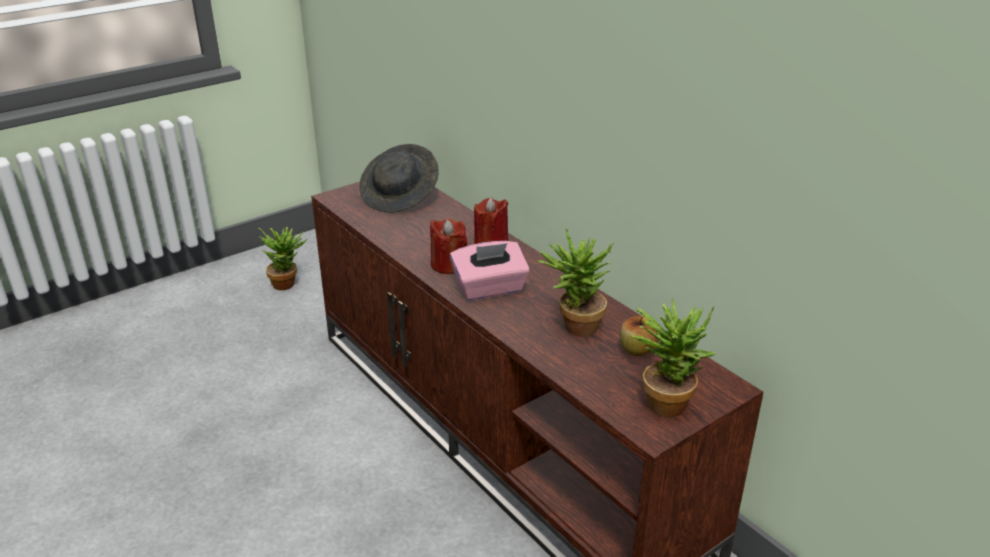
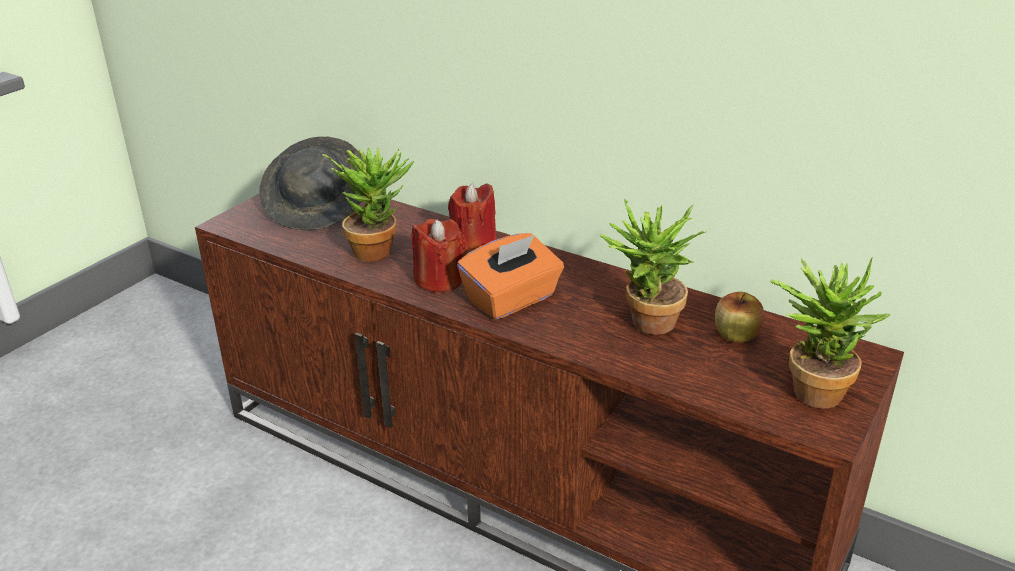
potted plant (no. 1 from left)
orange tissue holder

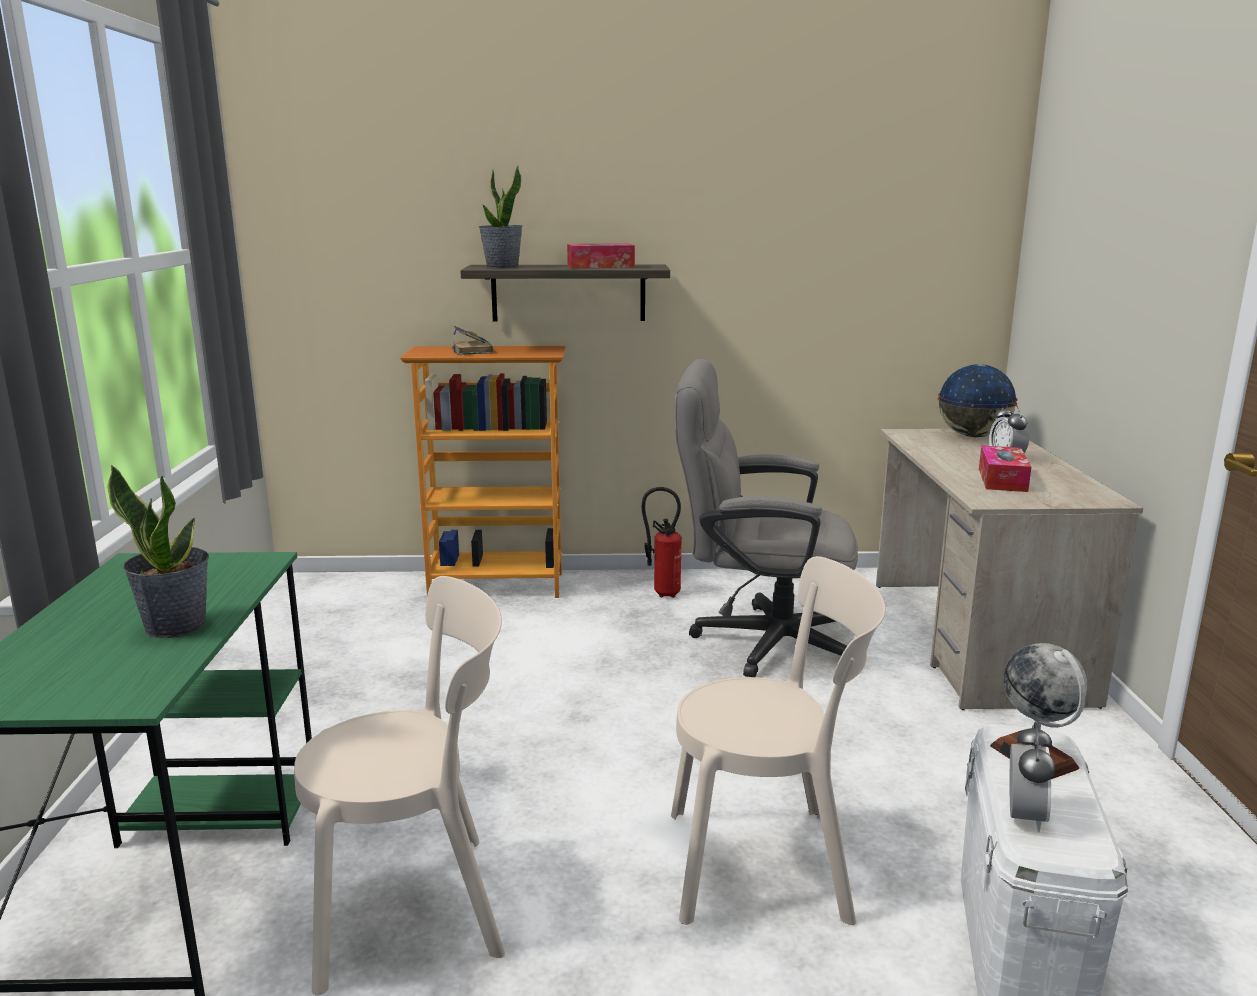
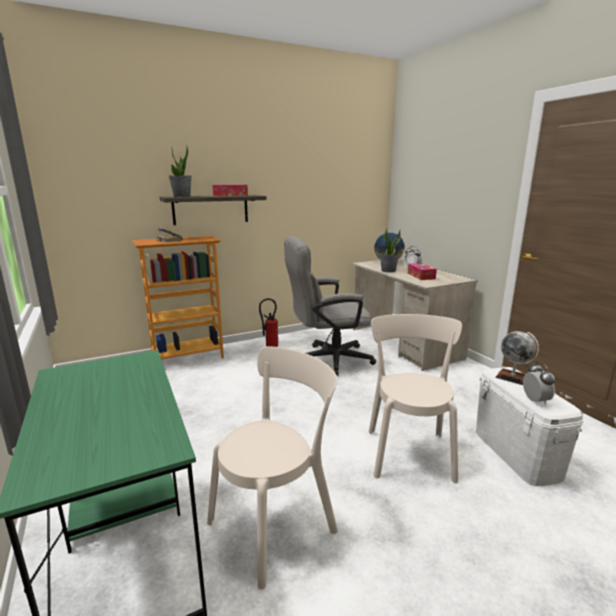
potted plant (no. 2 from left)
beige plain chair (no. 2 from left)

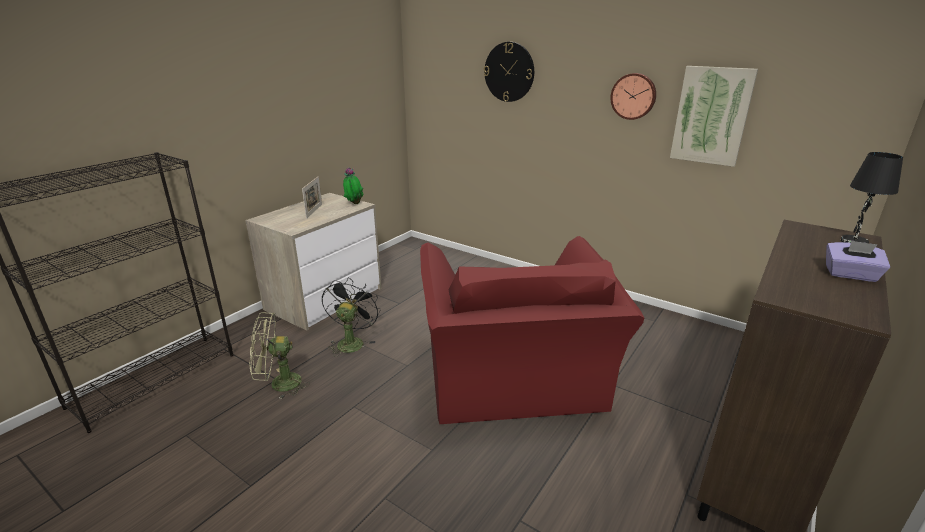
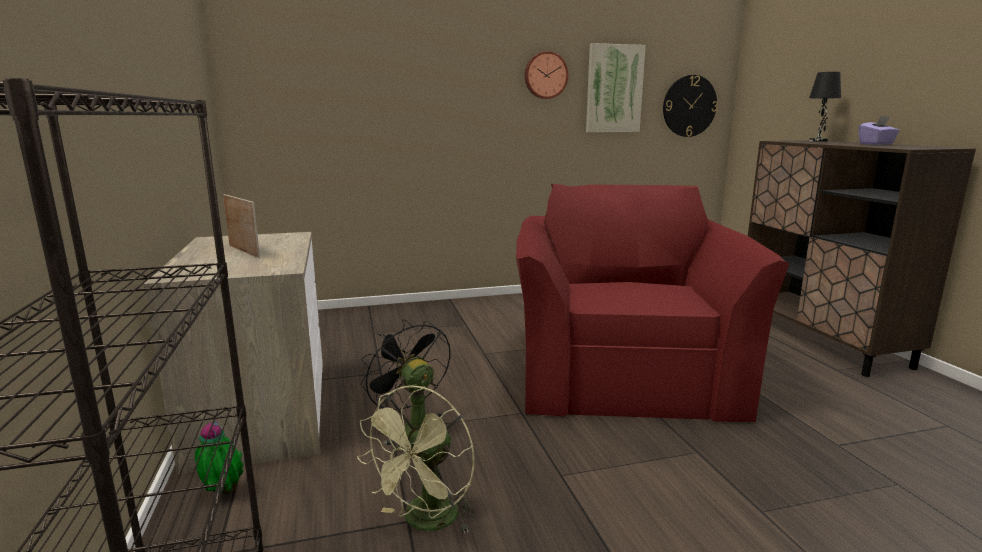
hanging clock (no. 2 from left)
potted plant
red-coloured lounge chair

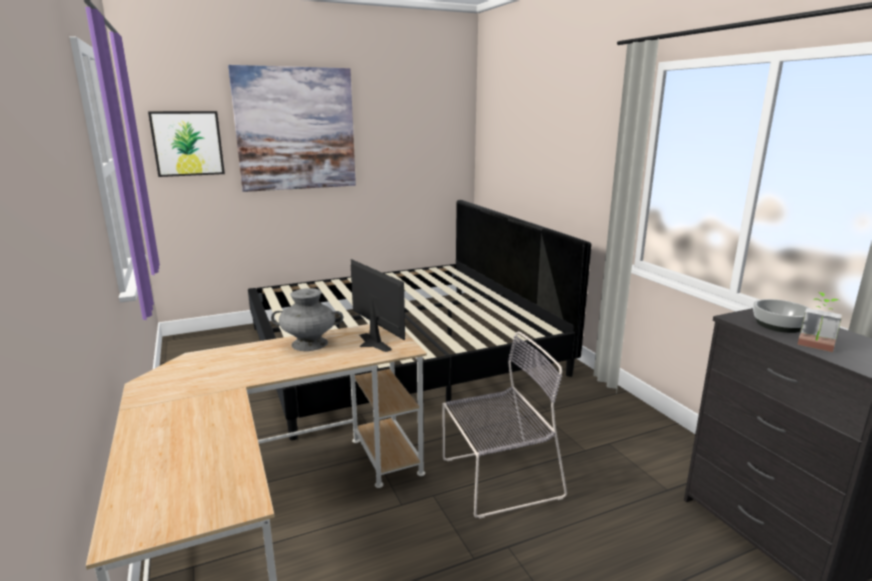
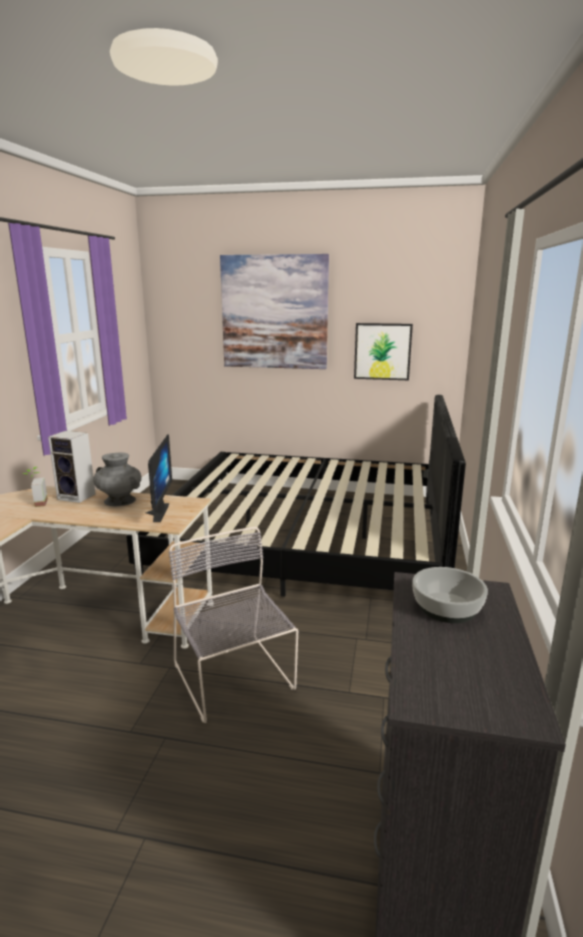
wall picture (no. 2 from left)
potted plant
greyish plain chair
loudspeaker

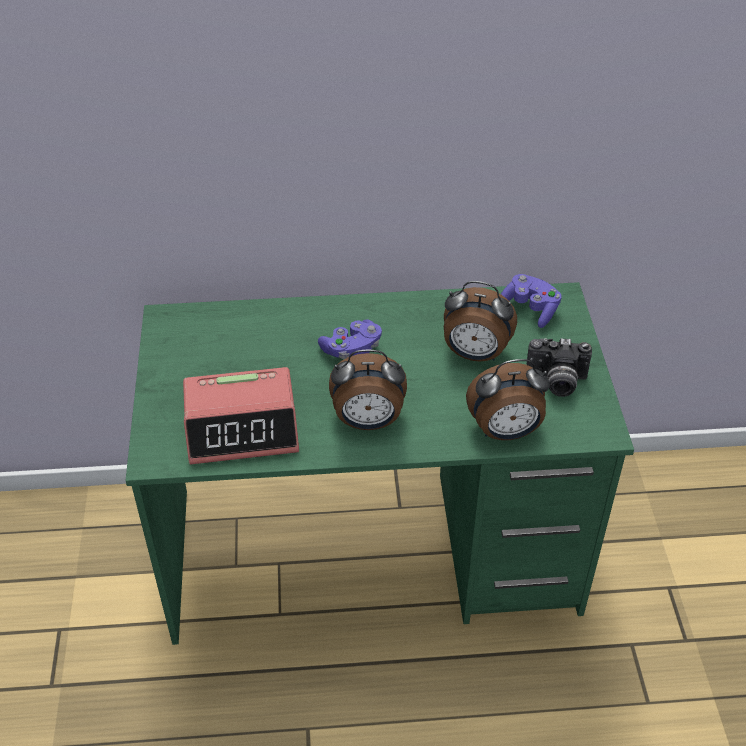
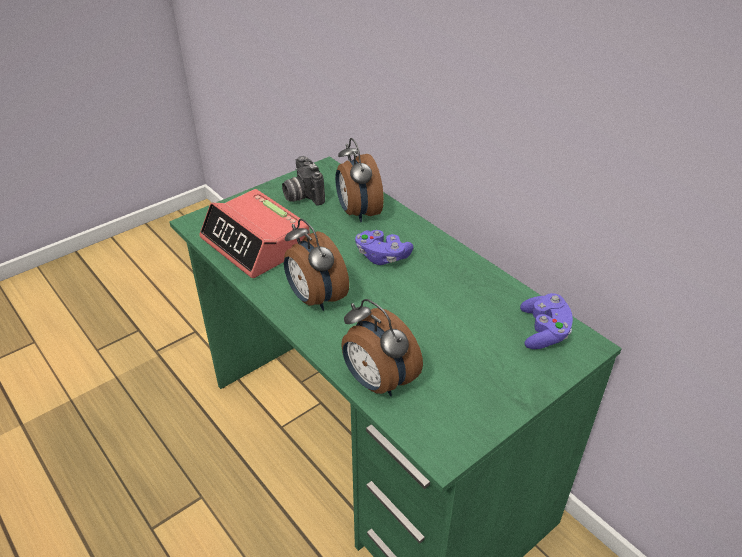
alarm clock (no. 3 from left)
still camera

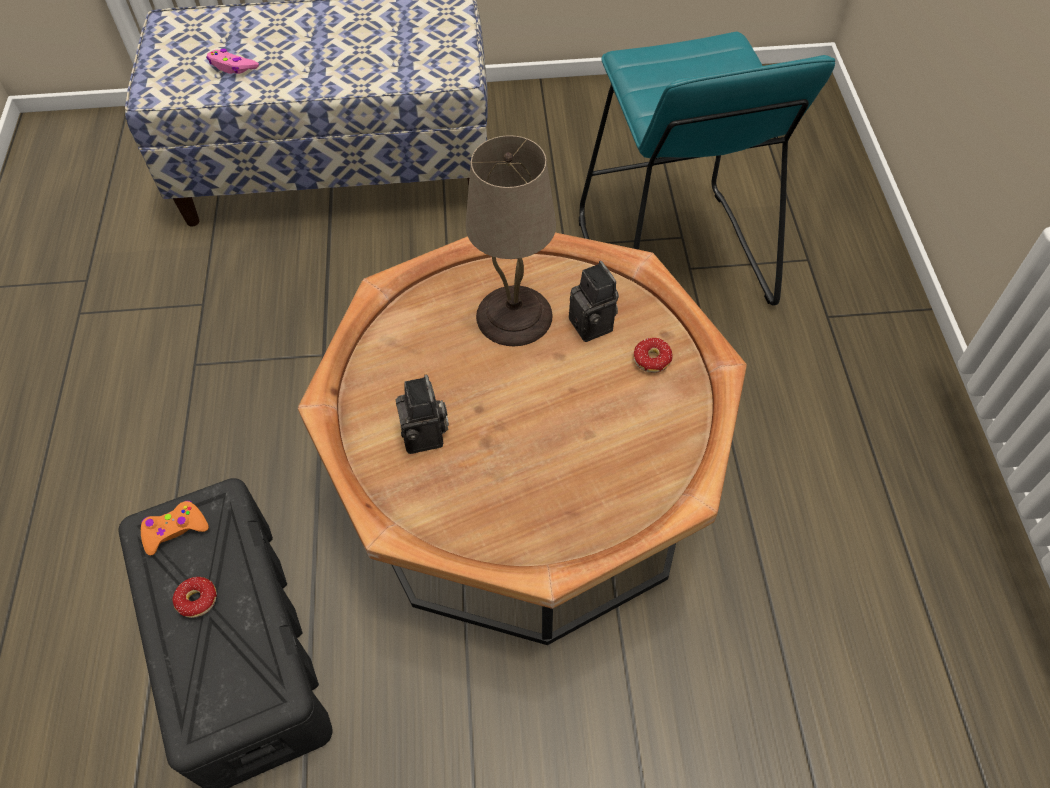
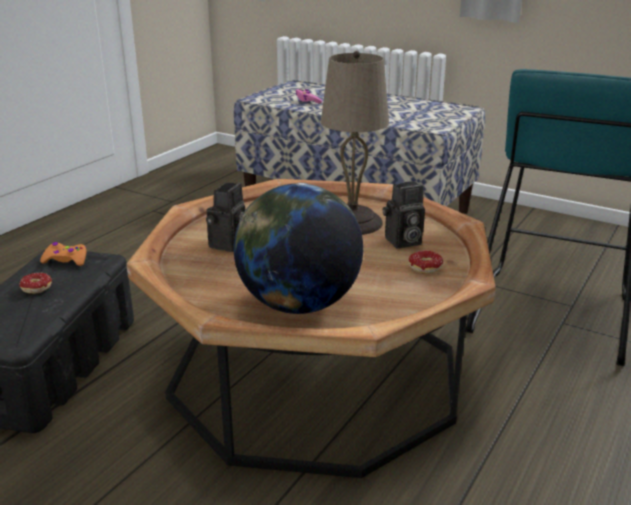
still camera (no. 2 from left)
desk globe

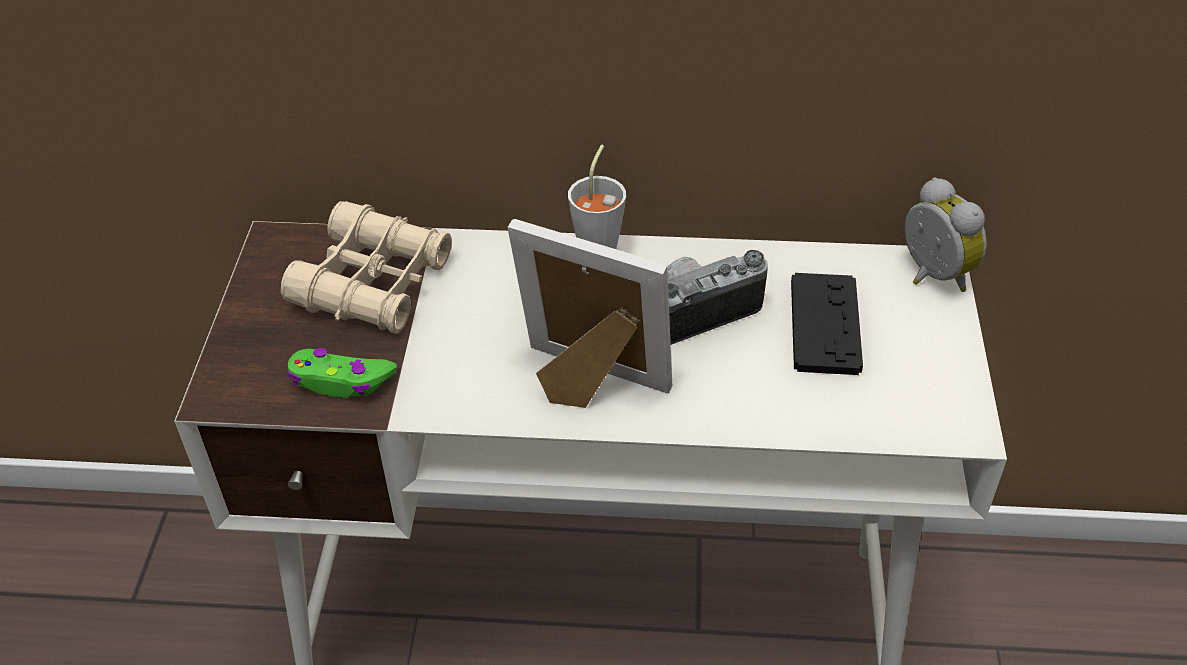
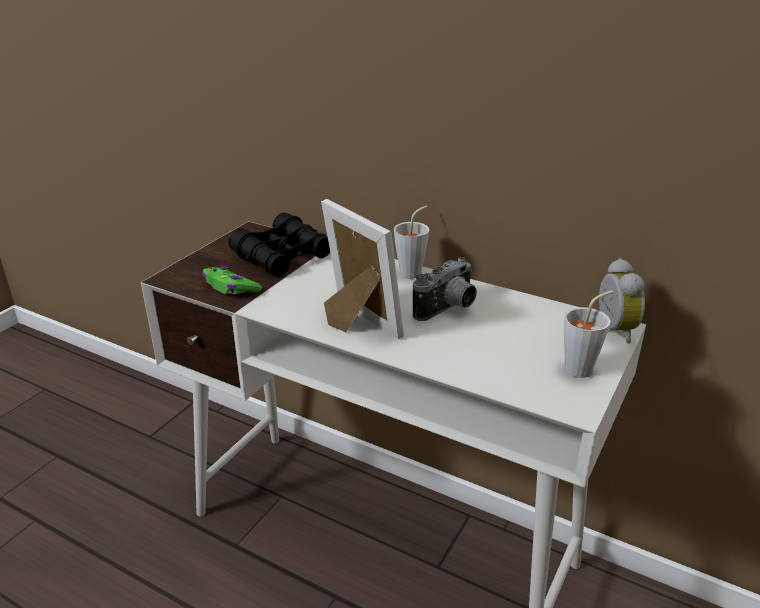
blackish binoculars
still camera
blackish joypad
greyish small cup (no. 2 from left)

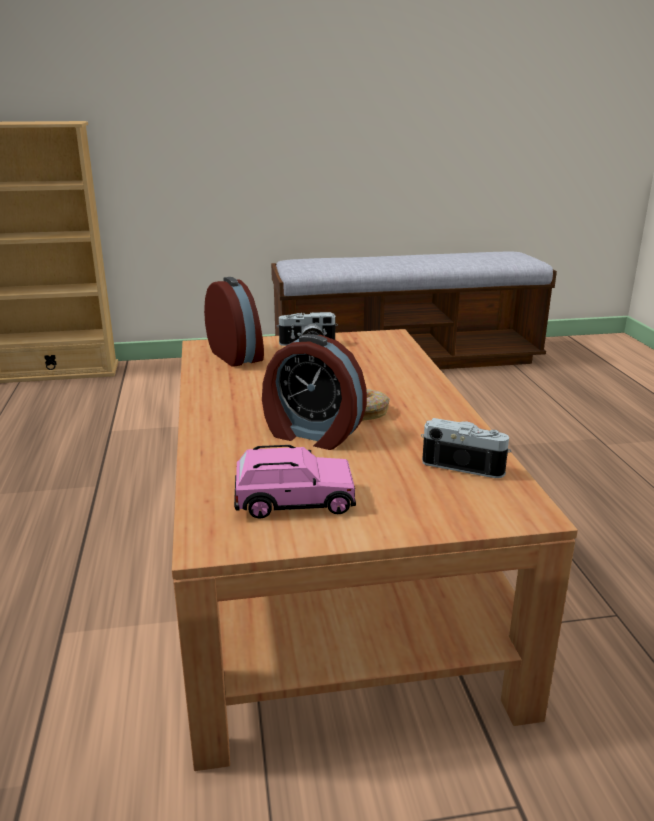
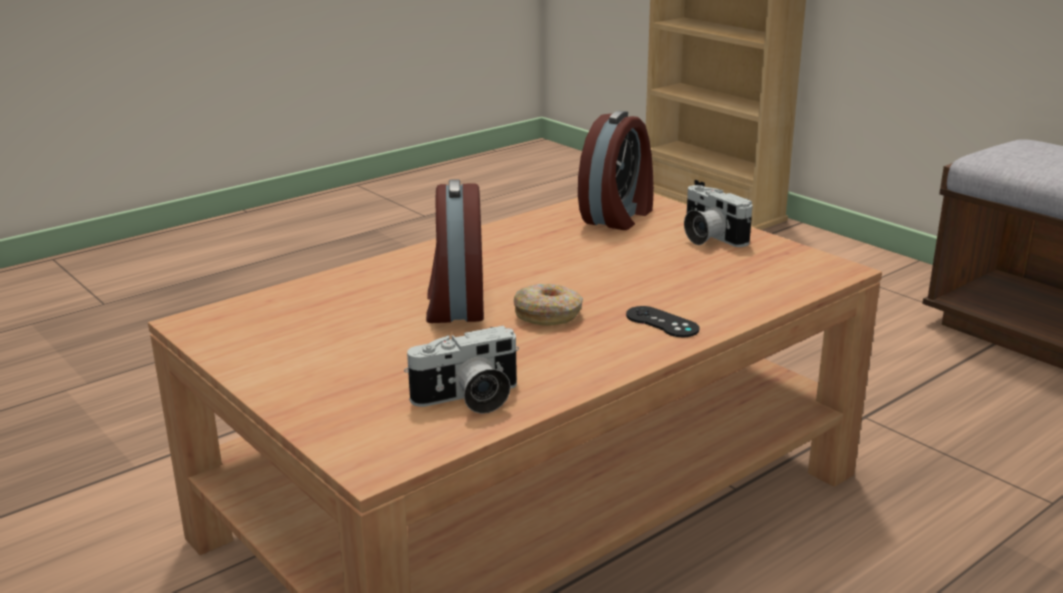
still camera (no. 1 from left)
pinkish model car
blackish joypad

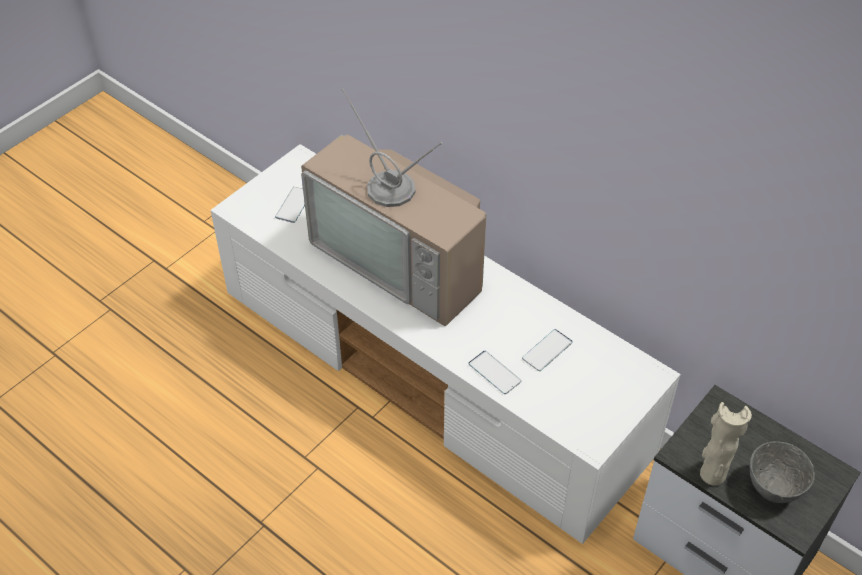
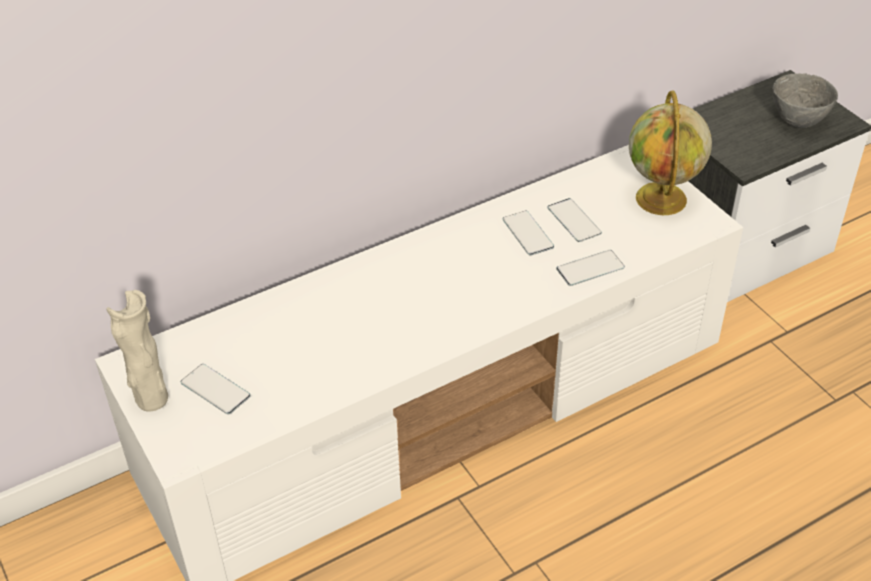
TV
beige decorative vase
desk globe
handset (no. 2 from left)

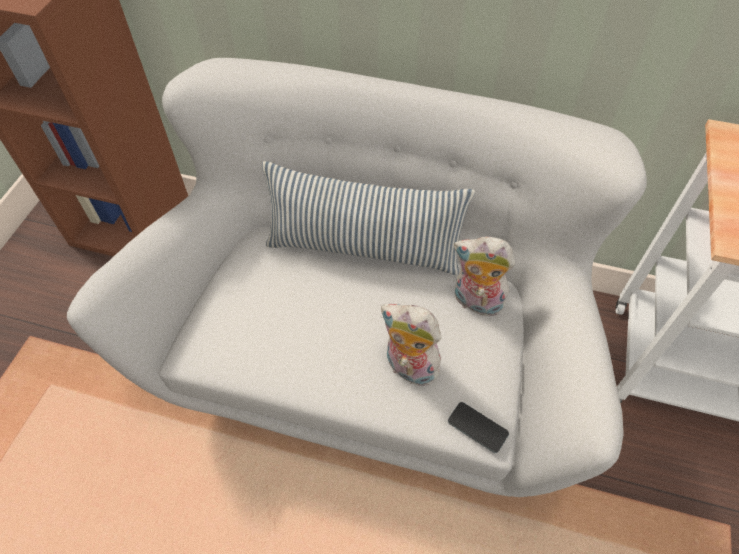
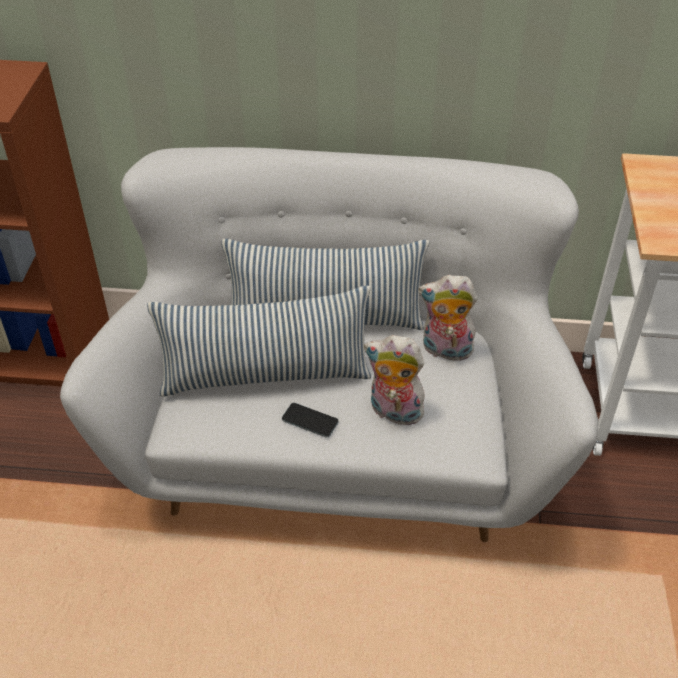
handset
pillow (no. 1 from left)

